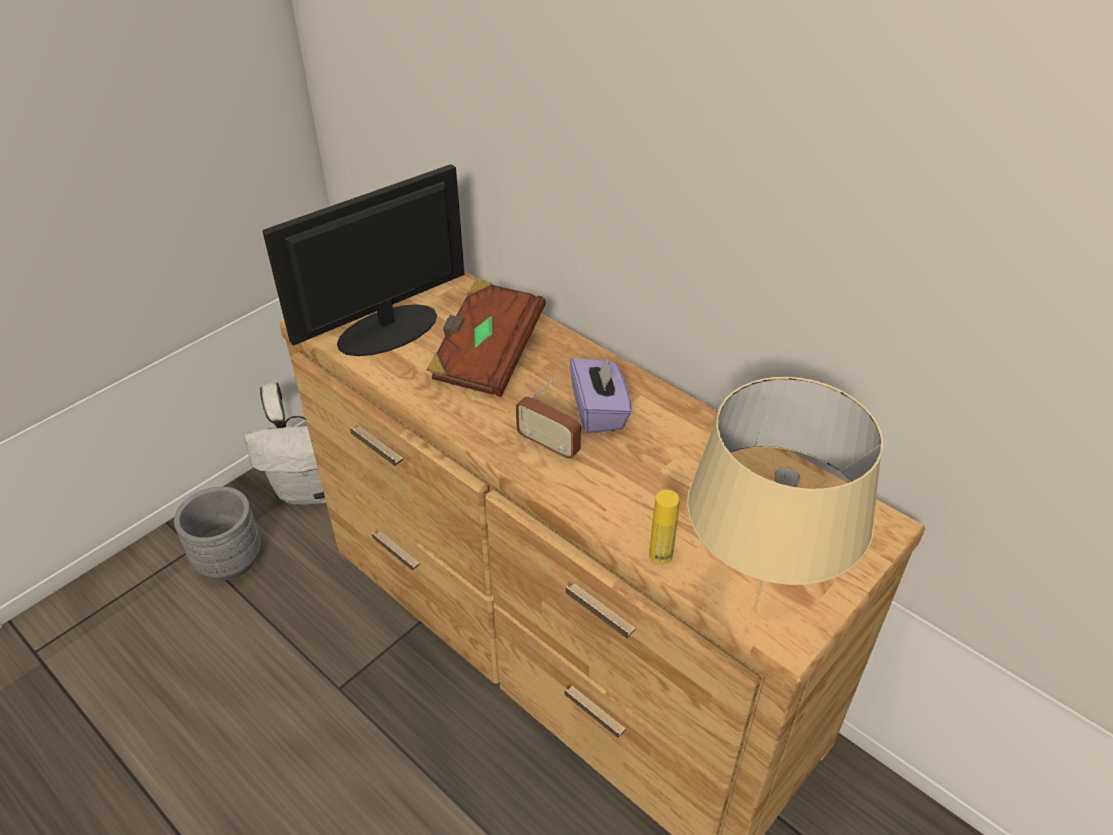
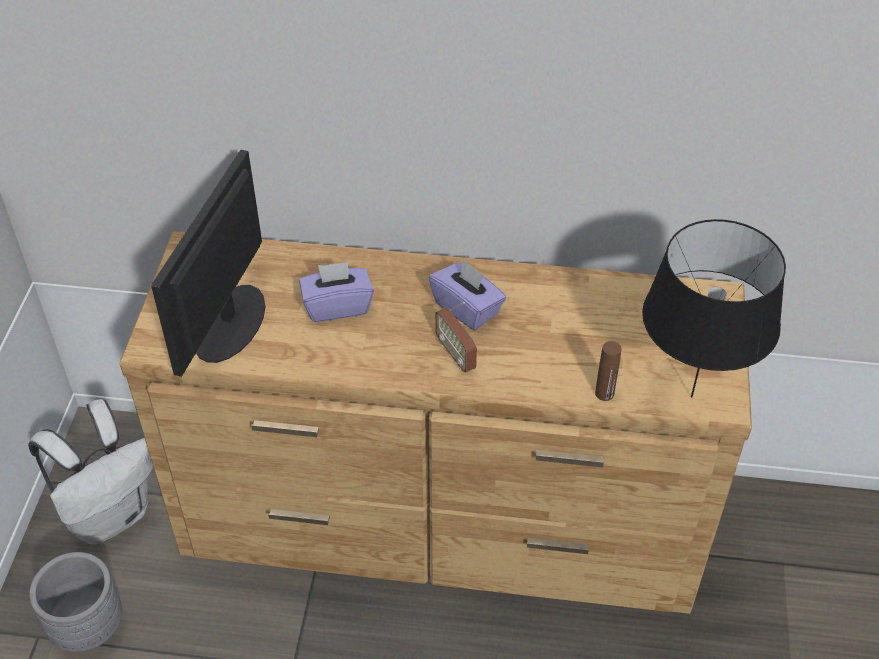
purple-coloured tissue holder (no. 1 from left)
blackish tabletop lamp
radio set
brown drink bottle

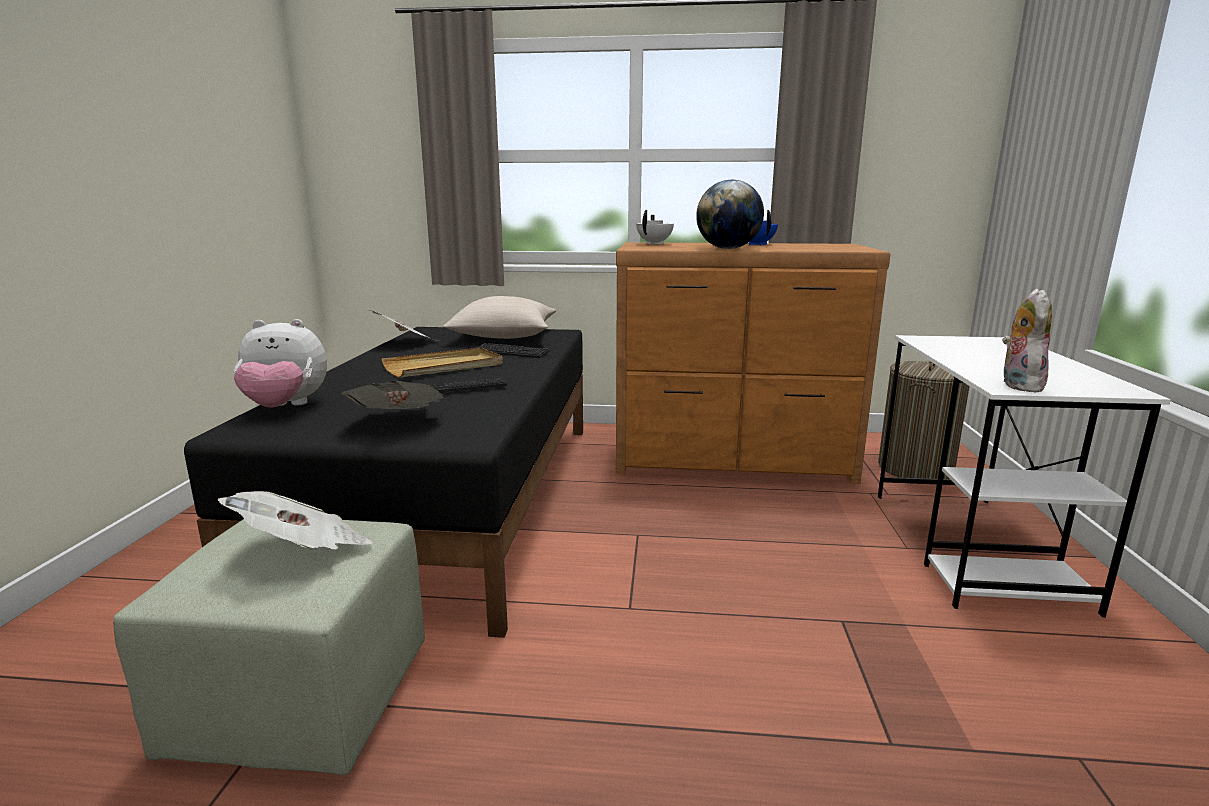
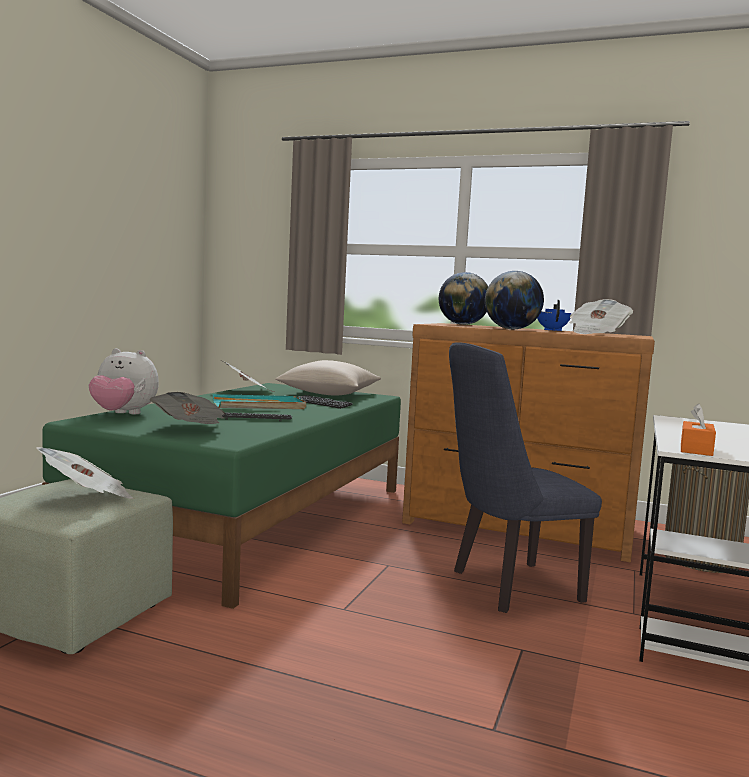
desk globe (no. 1 from left)
orange tissue holder
green-coloured sleeping bed
turquoise serving tray
printed paper (no. 4 from left)
blue plain chair

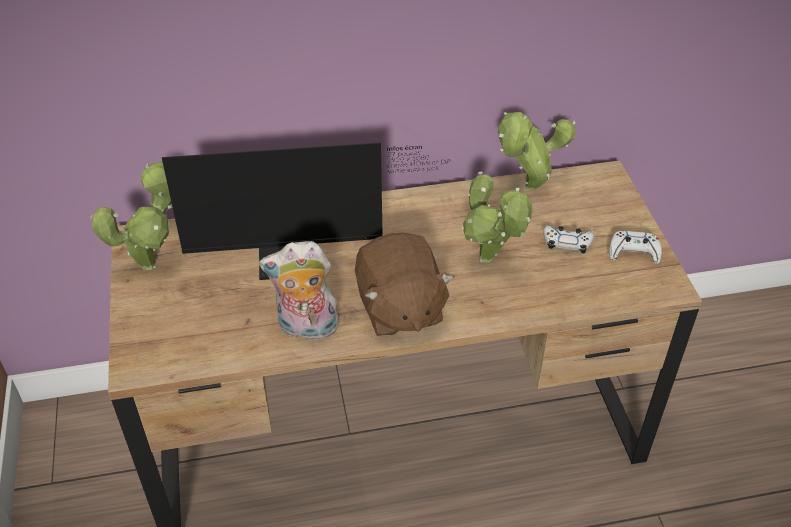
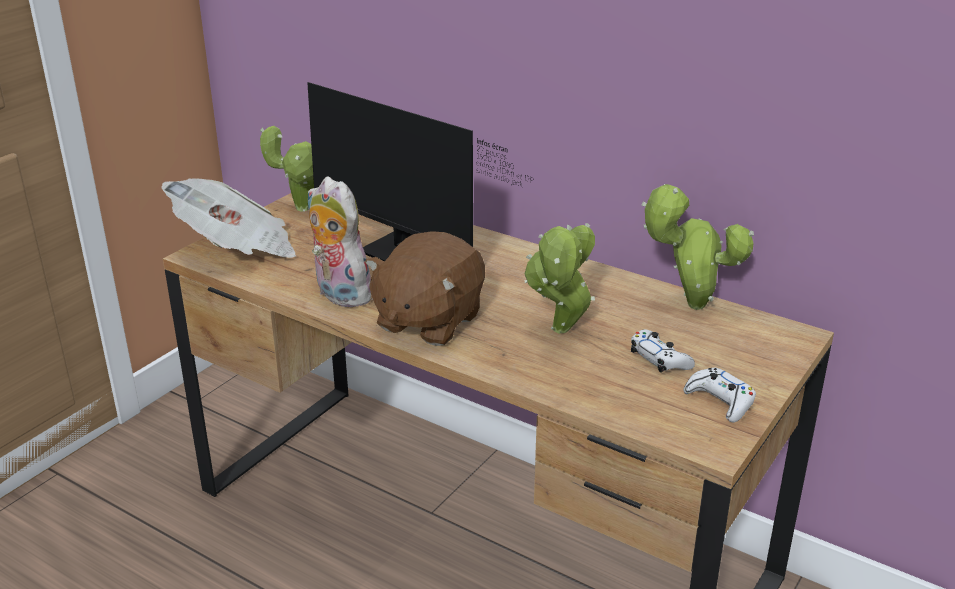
printed paper

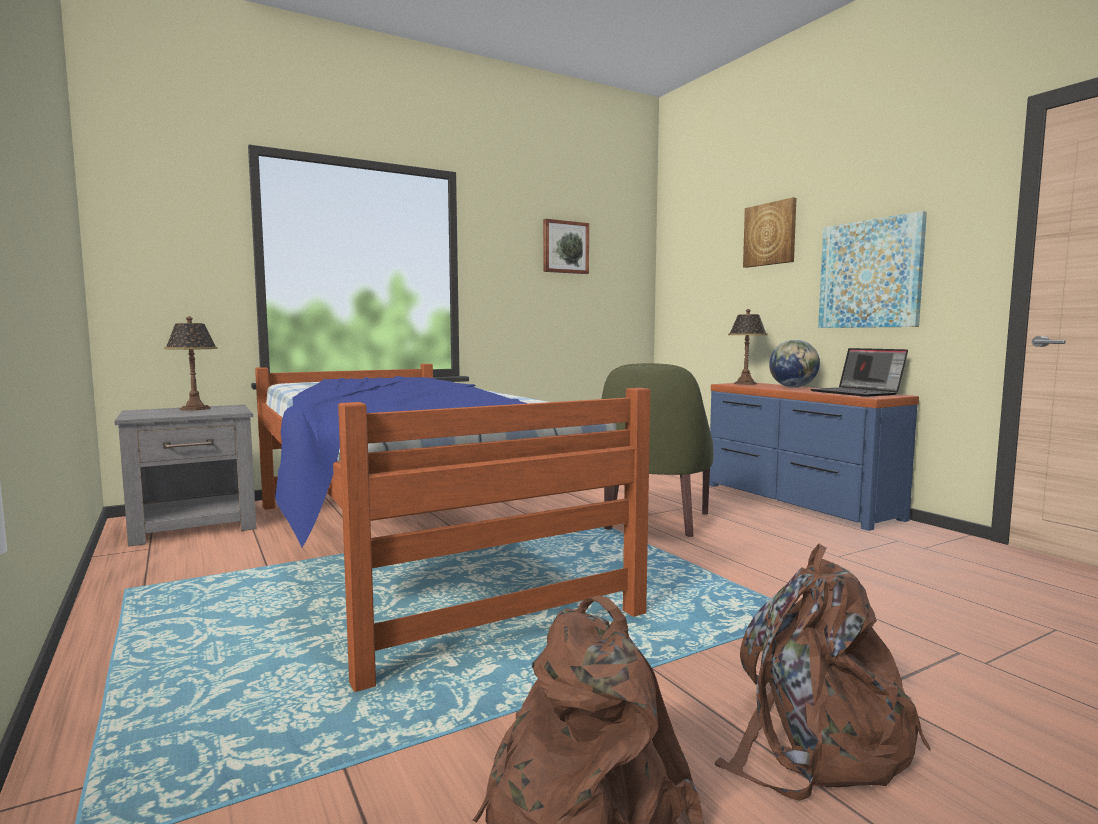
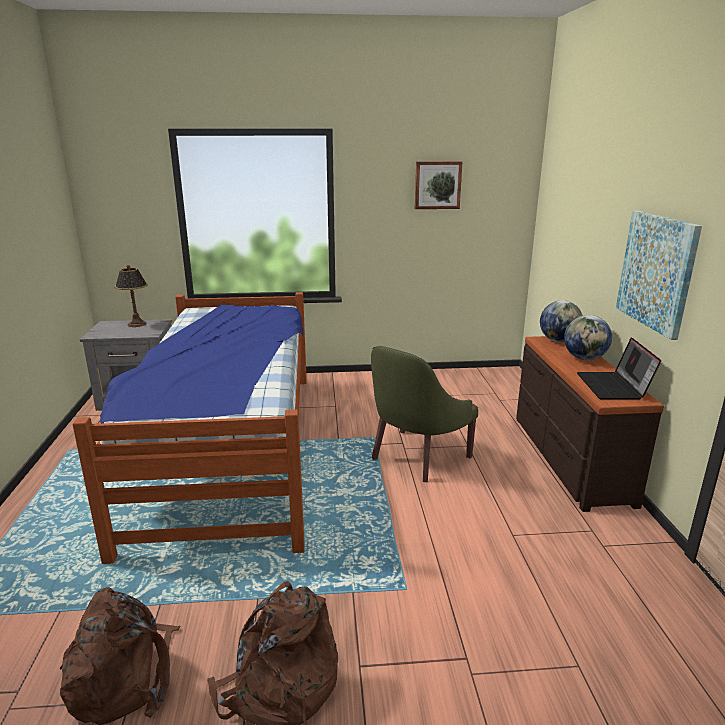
wall picture (no. 2 from left in the first image)
desk globe (no. 1 from left)
brown chest of drawers

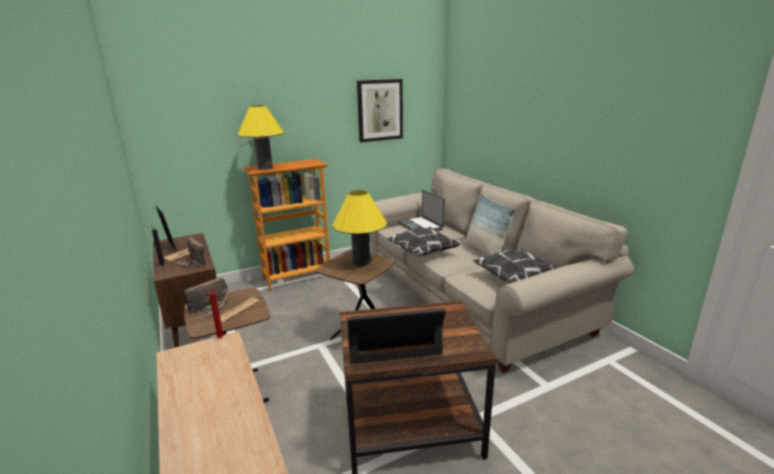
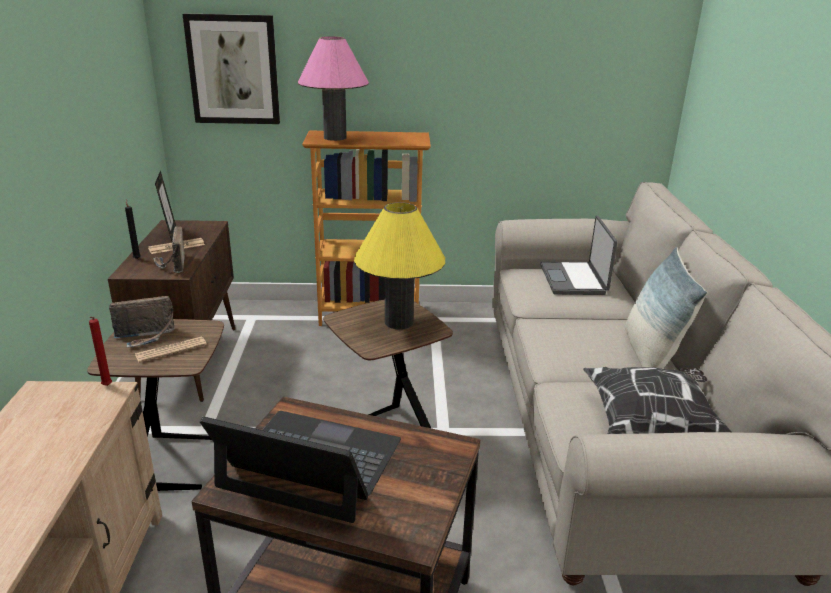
wall picture
pinkish tabletop lamp
pillow (no. 1 from left in the first image)

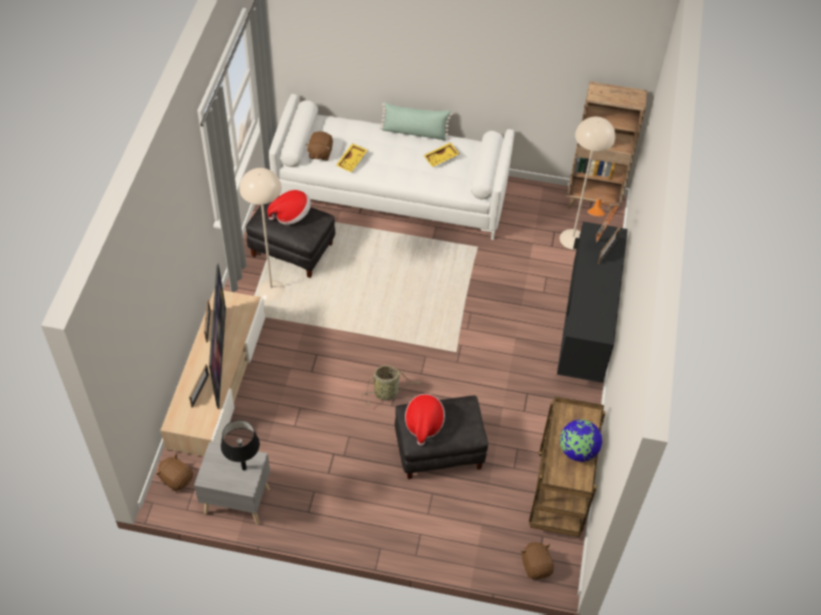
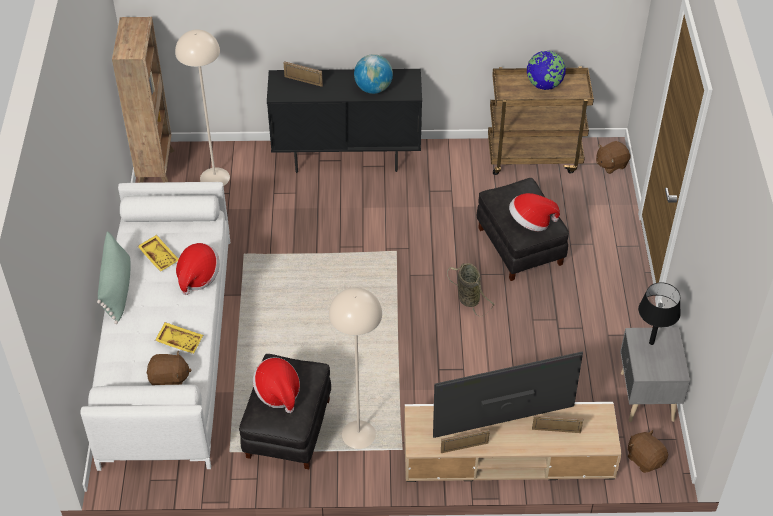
orange tabletop lamp
brown cuddly toy (no. 3 from left)
desk globe (no. 1 from left)
hat (no. 1 from left)

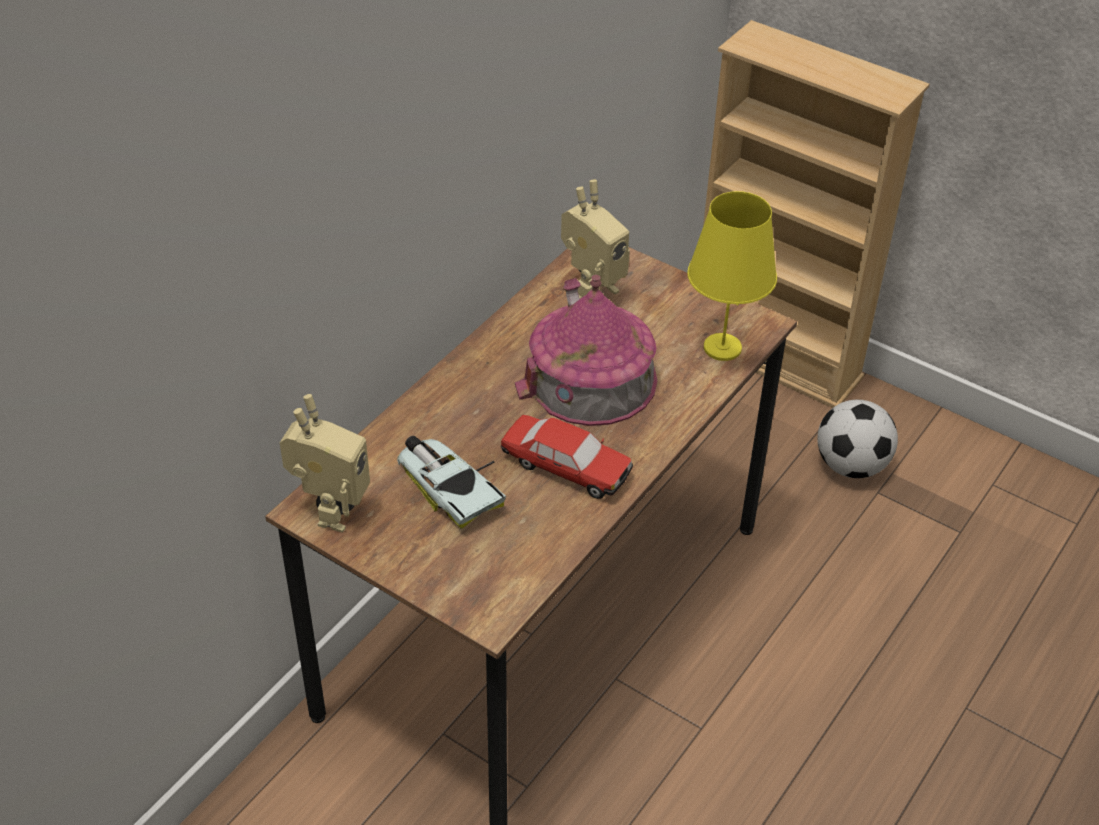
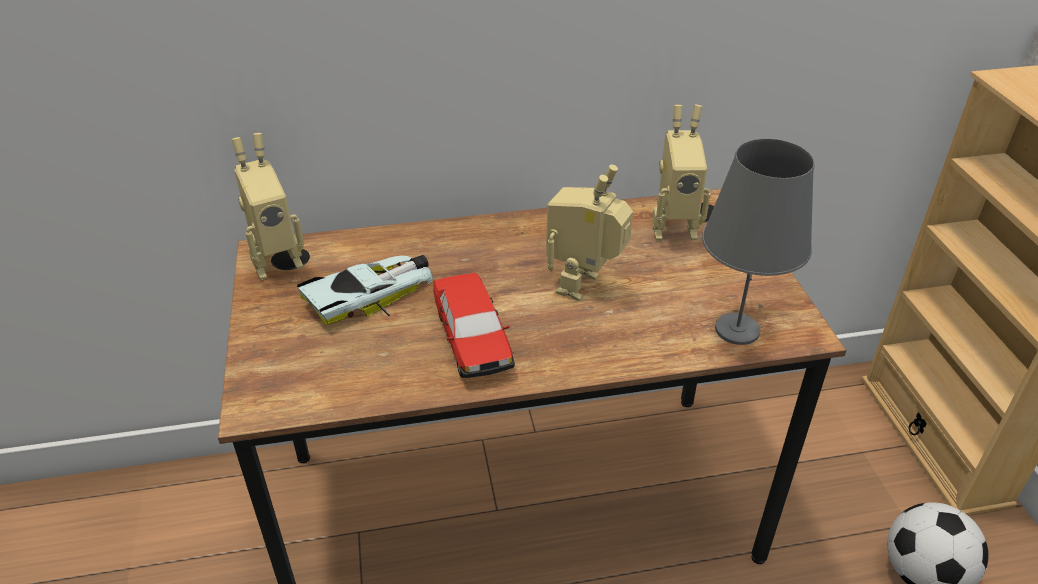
greyish tabletop lamp
toy robot (no. 2 from left)
model car (no. 1 from left)

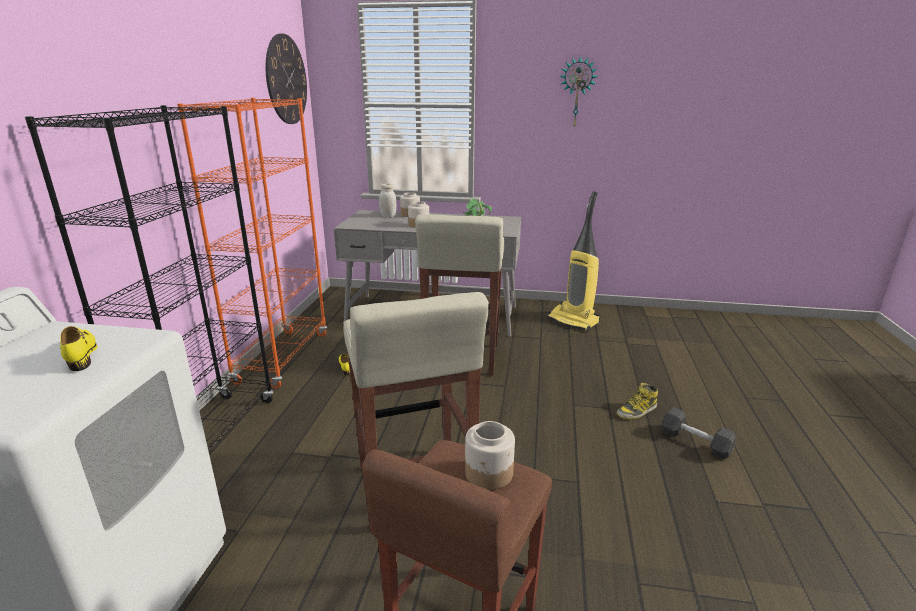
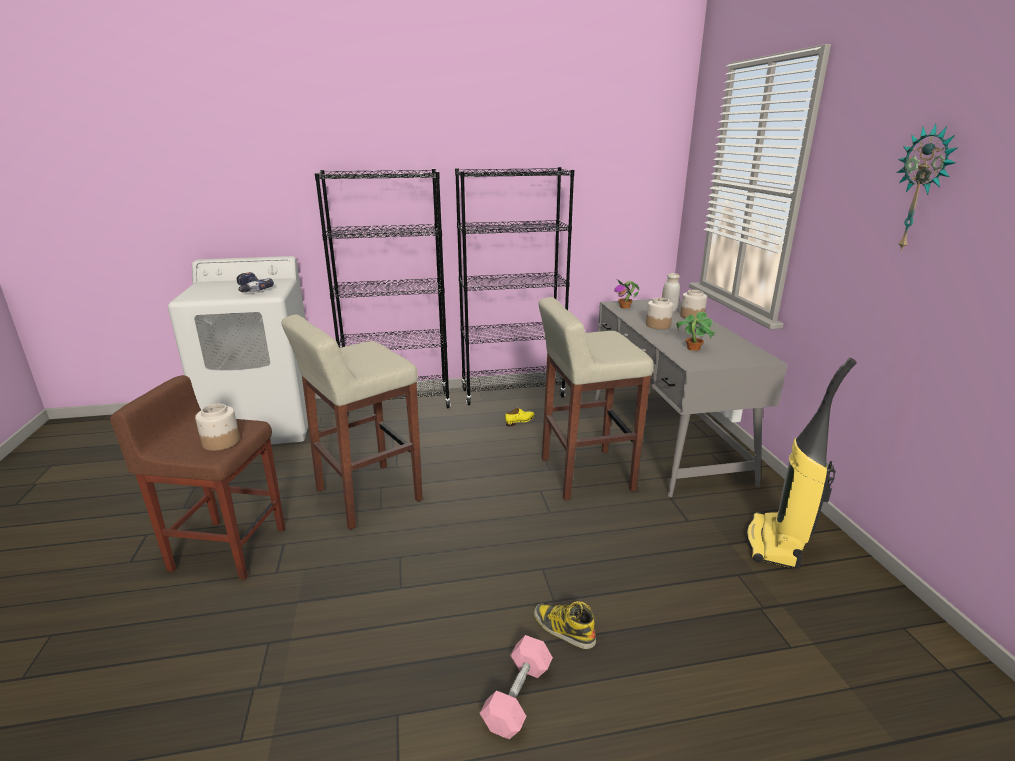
hanging clock (no. 1 from left in the first image)
blackish bookshelf (no. 2 from left)
electric drill
pinkish hand weight
potted plant (no. 1 from left)

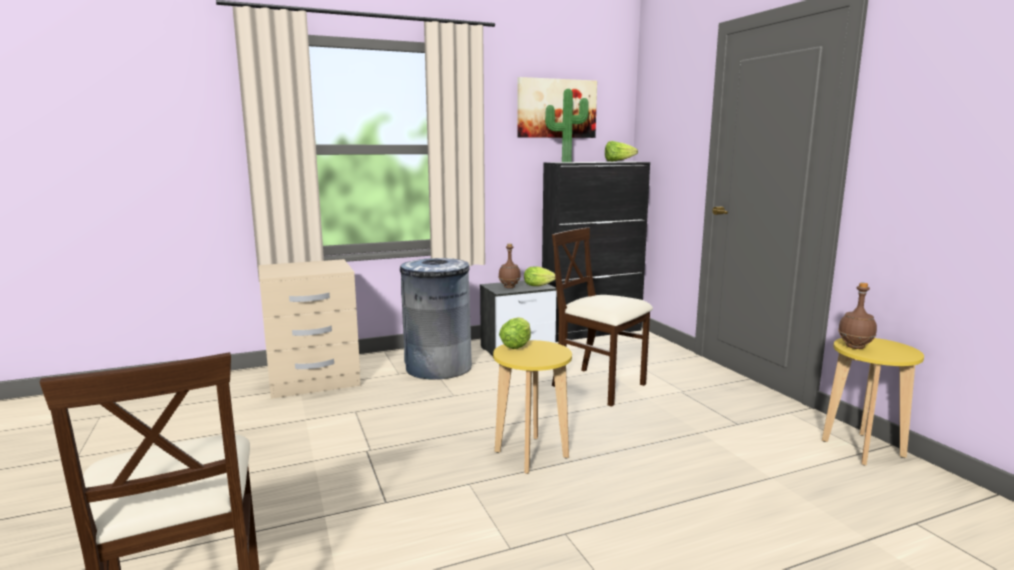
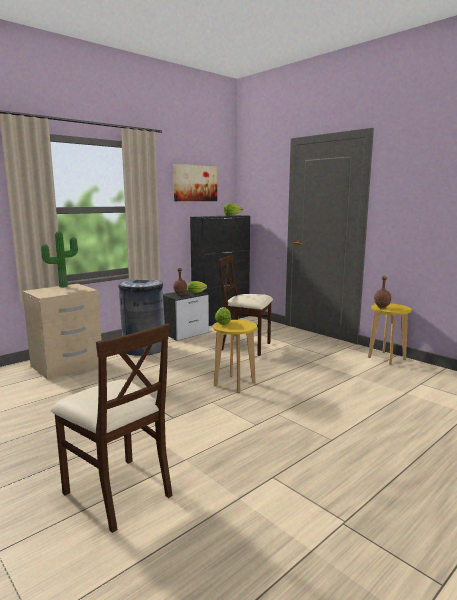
potted plant

